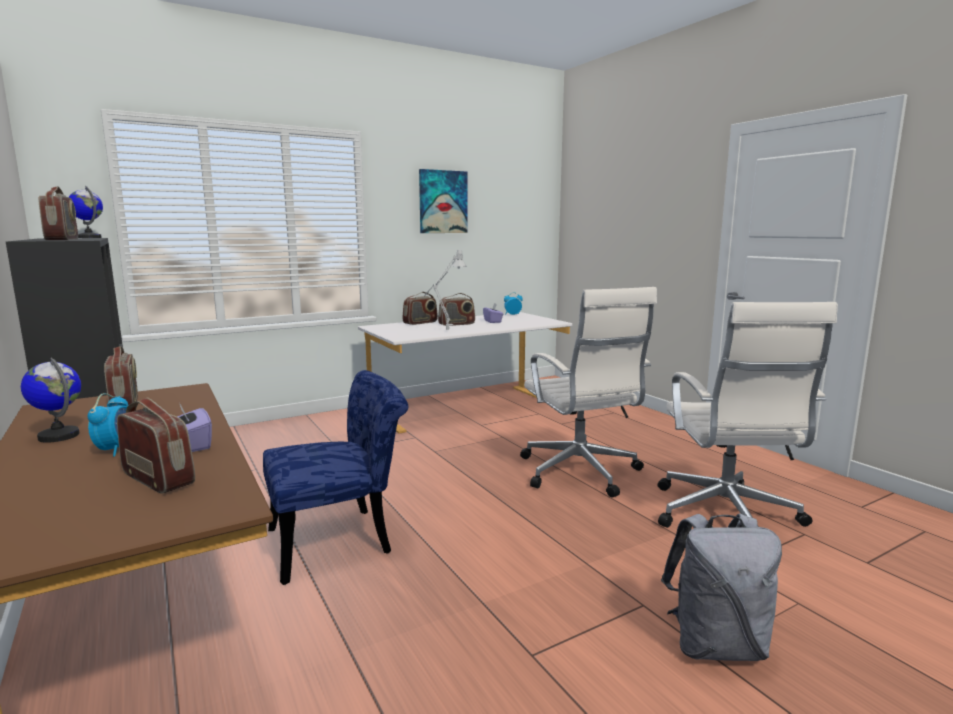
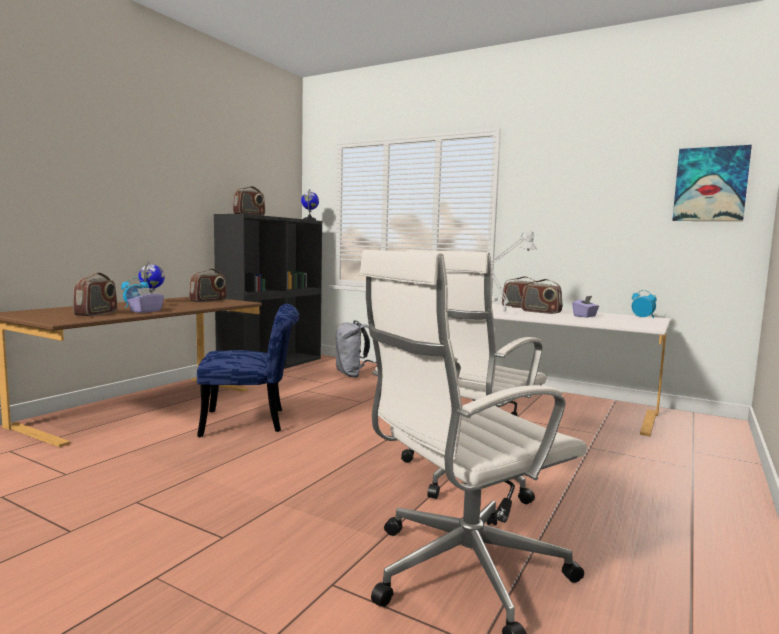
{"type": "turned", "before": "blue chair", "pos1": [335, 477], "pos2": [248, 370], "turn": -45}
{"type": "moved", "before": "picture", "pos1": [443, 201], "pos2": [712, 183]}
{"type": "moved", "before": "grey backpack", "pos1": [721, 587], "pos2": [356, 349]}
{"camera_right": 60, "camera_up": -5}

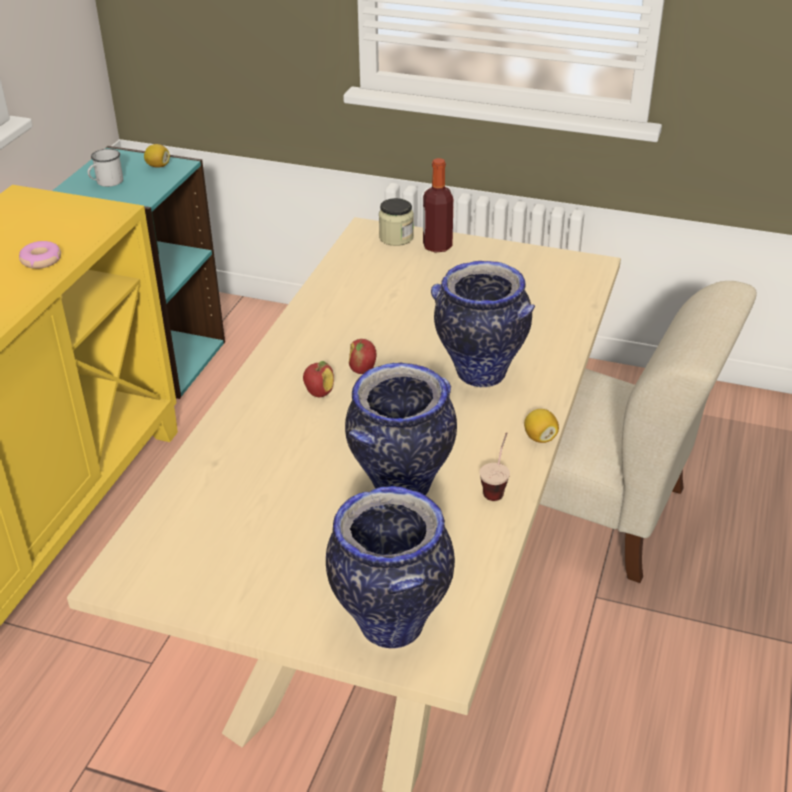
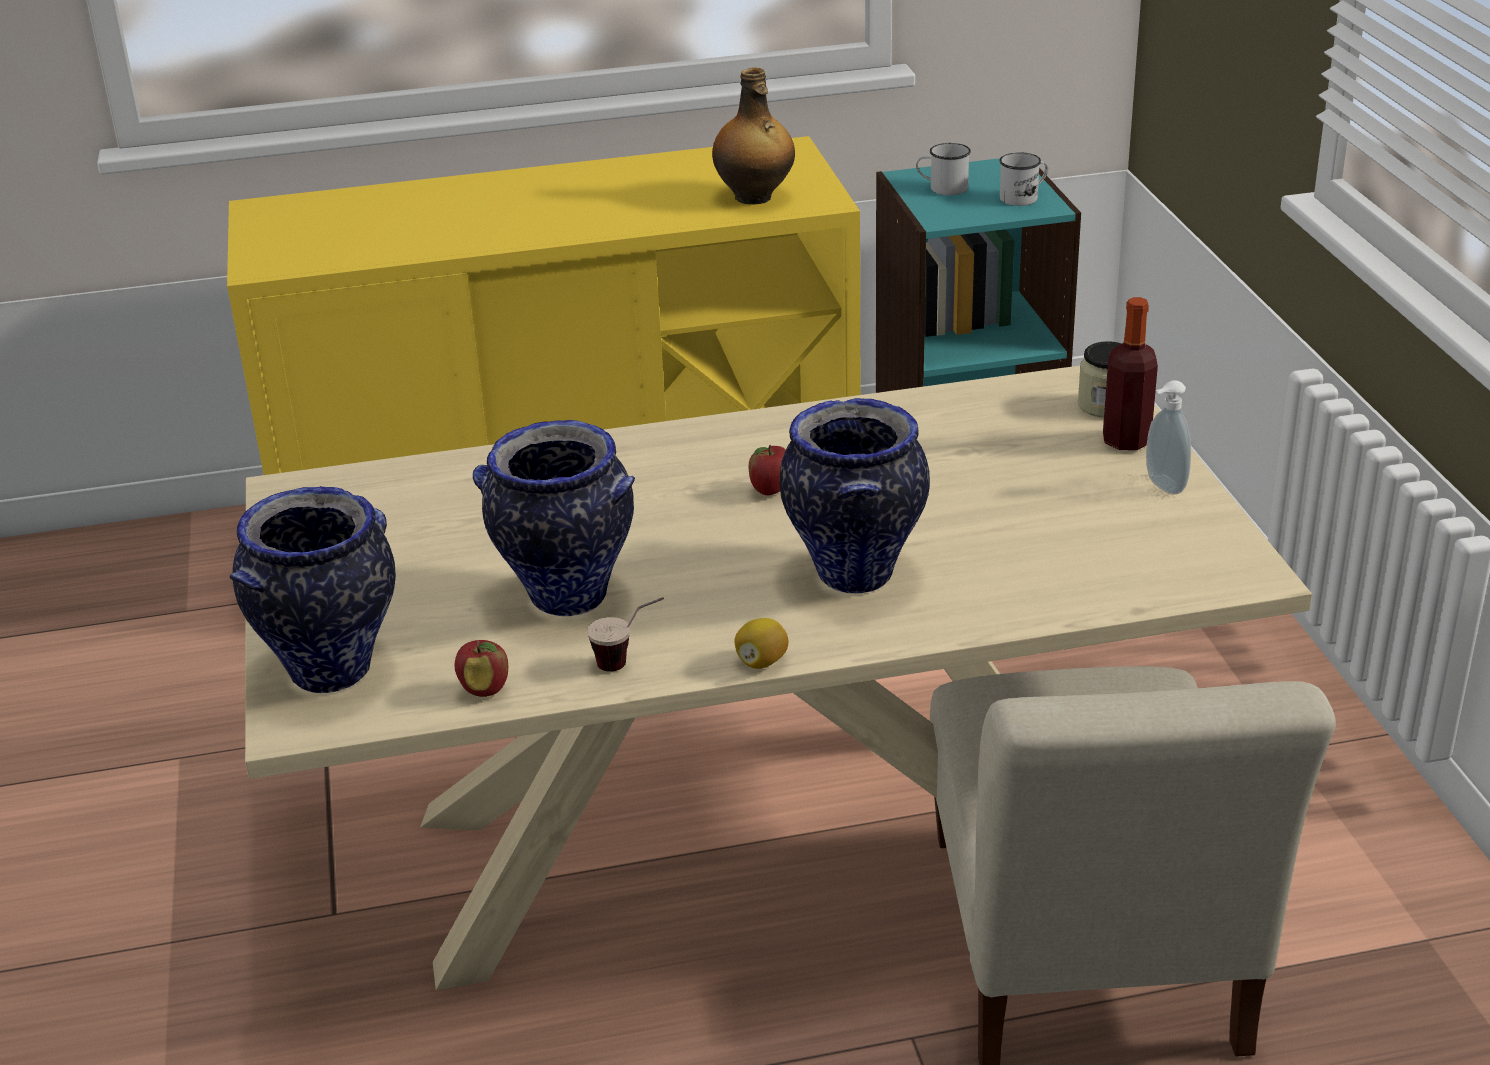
{"type": "removed", "before": "donut", "pos1": [40, 255]}
{"type": "replaced", "before": "lemon", "after": "white mug", "pos1": [157, 156], "pos2": [1023, 179]}
{"type": "moved", "before": "apple", "pos1": [318, 379], "pos2": [481, 668]}
{"type": "added", "after": "bottle", "pos2": [753, 136]}
{"type": "added", "after": "soap dispenser", "pos2": [1168, 437]}
{"camera_right": 60, "camera_up": -5}

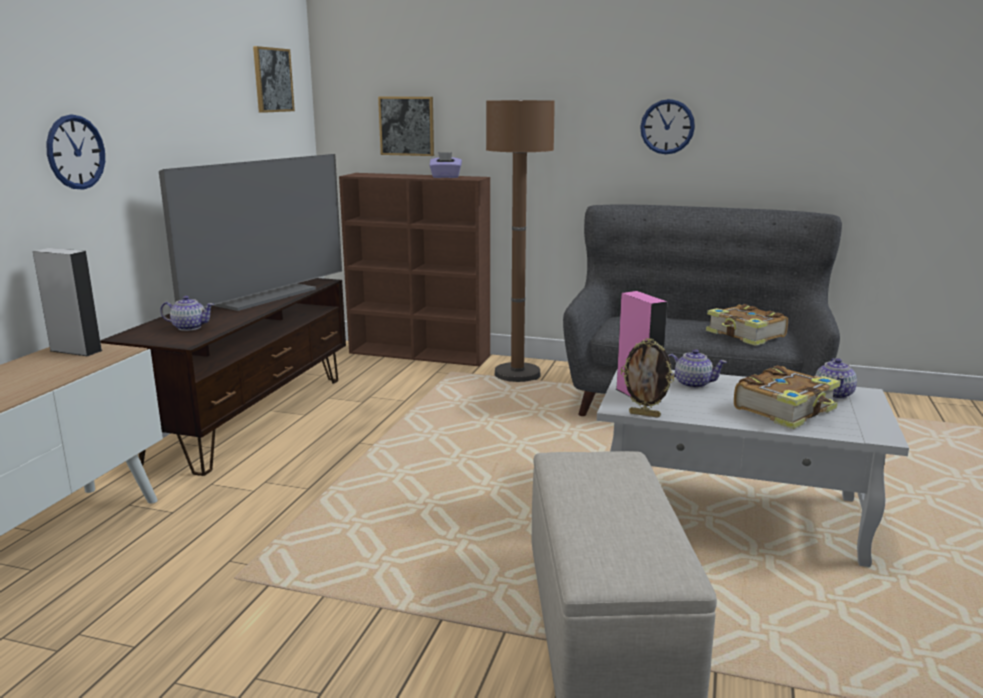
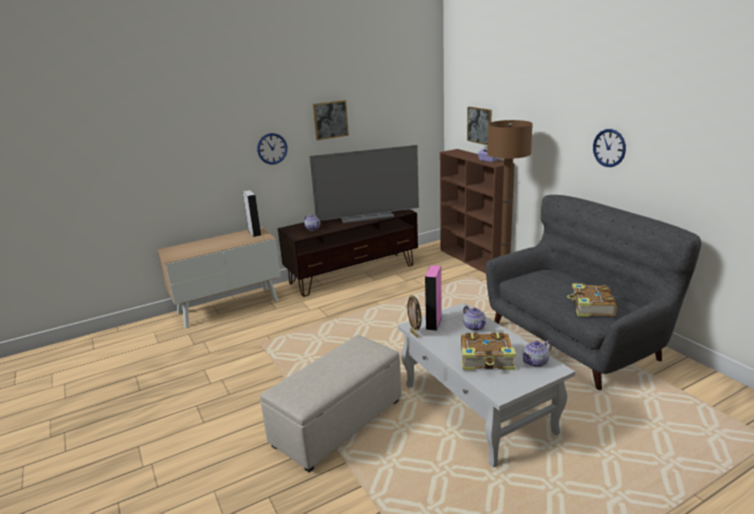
{"type": "moved", "before": "picture", "pos1": [274, 79], "pos2": [331, 120]}
{"camera_right": 45, "camera_up": 5}

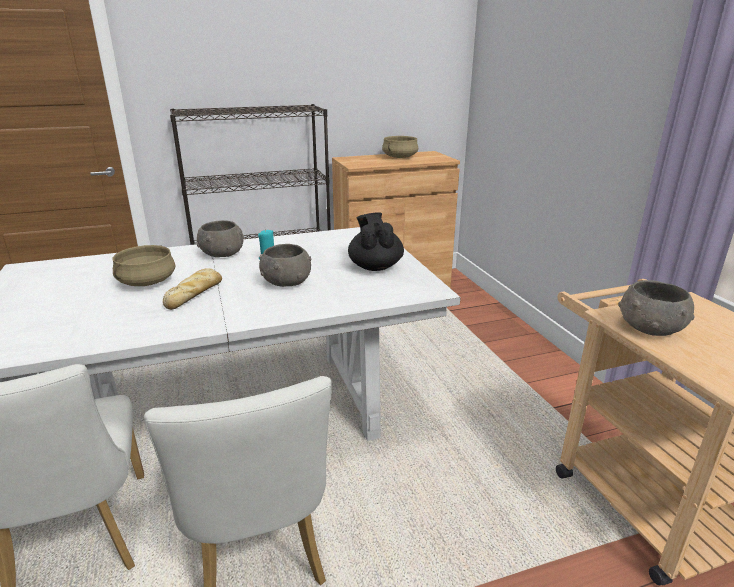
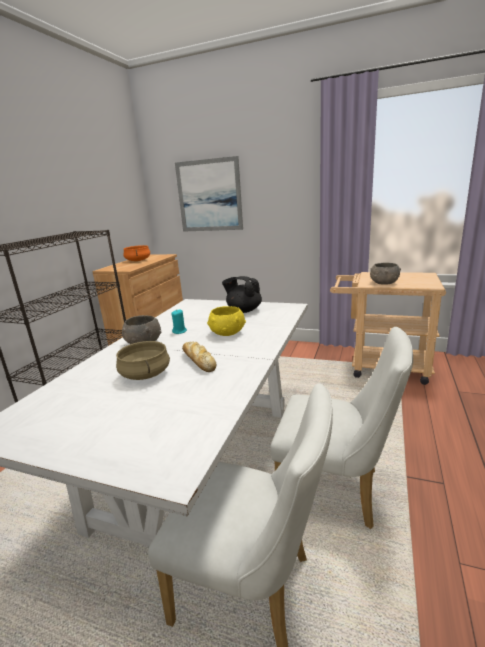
{"type": "recoloured", "before": "grey bowl", "after": "yellow bowl", "pos1": [285, 265], "pos2": [226, 321]}
{"type": "recoloured", "before": "beige cooking pot", "after": "orange cooking pot", "pos1": [400, 147], "pos2": [136, 253]}
{"type": "added", "after": "picture", "pos2": [209, 194]}
{"camera_right": -50, "camera_up": -5}

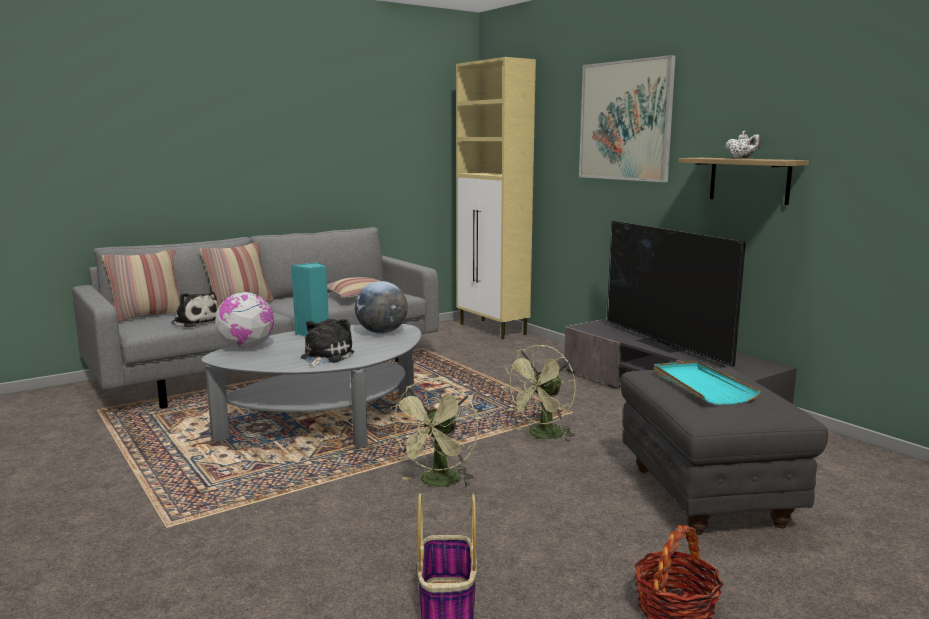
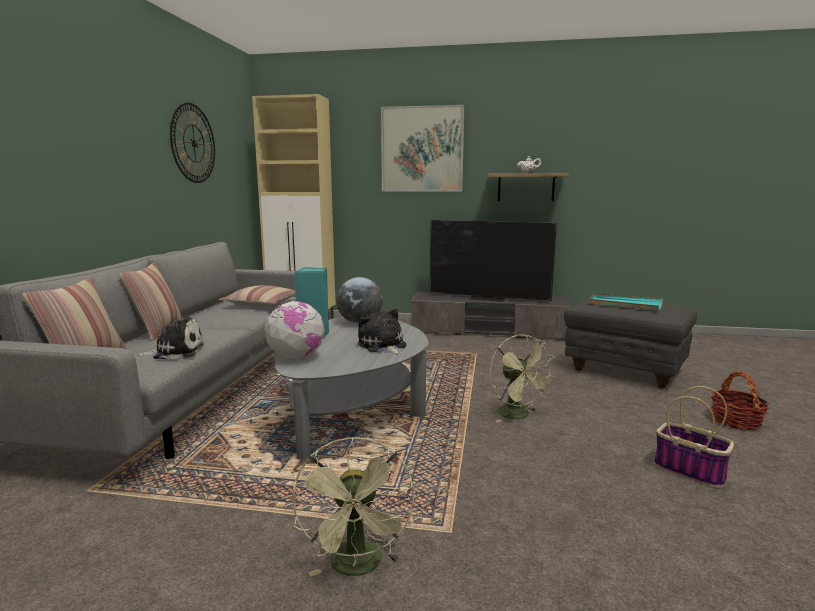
{"type": "moved", "before": "green fan", "pos1": [539, 393], "pos2": [353, 507]}
{"type": "added", "after": "wall clock", "pos2": [192, 142]}
{"camera_right": -45, "camera_up": 0}

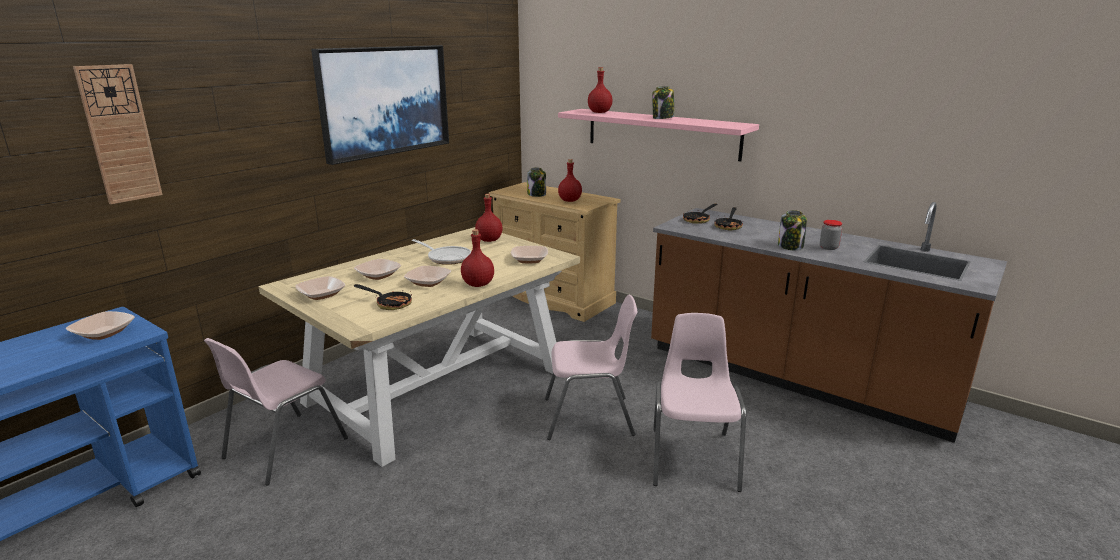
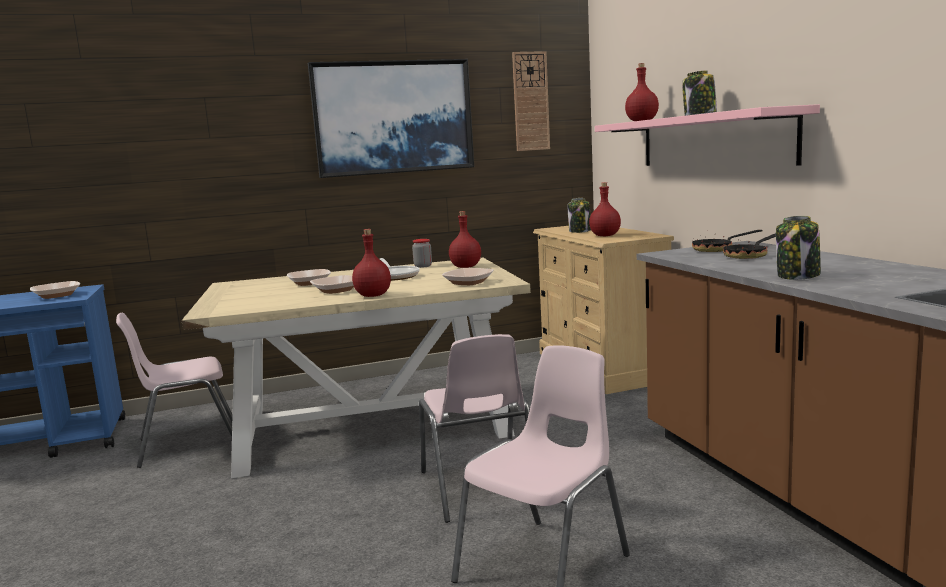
{"type": "moved", "before": "wall clock", "pos1": [117, 134], "pos2": [531, 101]}
{"type": "removed", "before": "bowl", "pos1": [320, 288]}
{"type": "removed", "before": "frying pan", "pos1": [383, 297]}
{"type": "turned", "before": "pink chair", "pos1": [591, 367], "pos2": [478, 428], "turn": 45}
{"type": "moved", "before": "jar", "pos1": [831, 235], "pos2": [422, 253]}
{"camera_right": 35, "camera_up": -10}

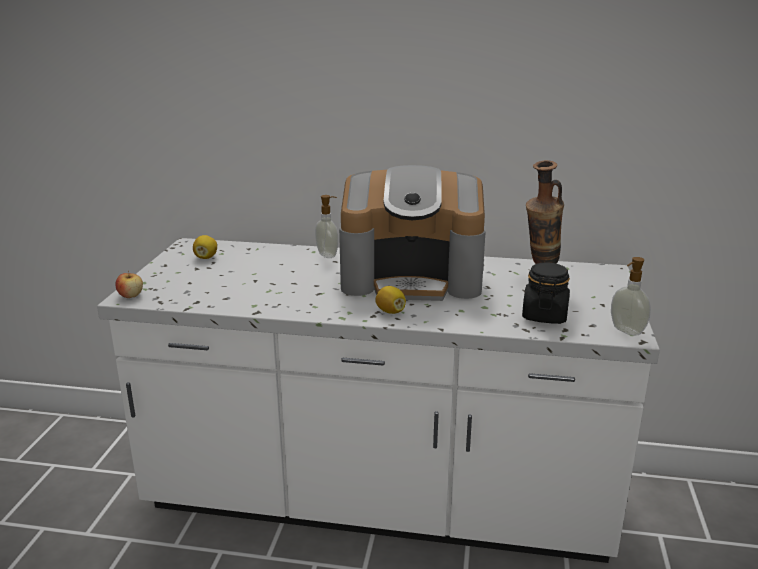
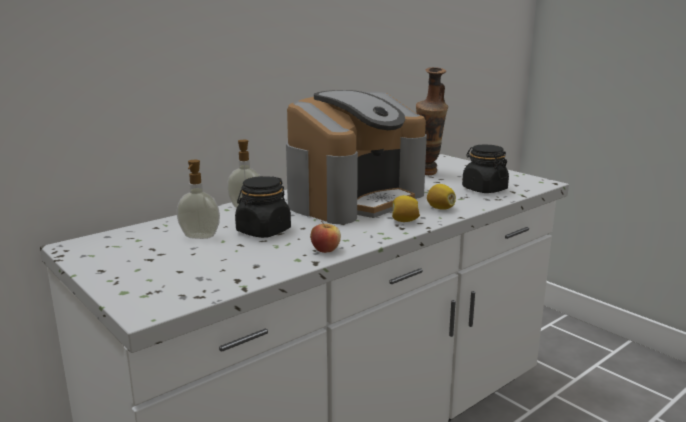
{"type": "moved", "before": "apple", "pos1": [129, 284], "pos2": [325, 237]}
{"type": "moved", "before": "lemon", "pos1": [205, 247], "pos2": [441, 197]}
{"type": "moved", "before": "soap dispenser", "pos1": [631, 296], "pos2": [198, 199]}
{"type": "added", "after": "black jar", "pos2": [263, 207]}
{"camera_right": -50, "camera_up": -5}

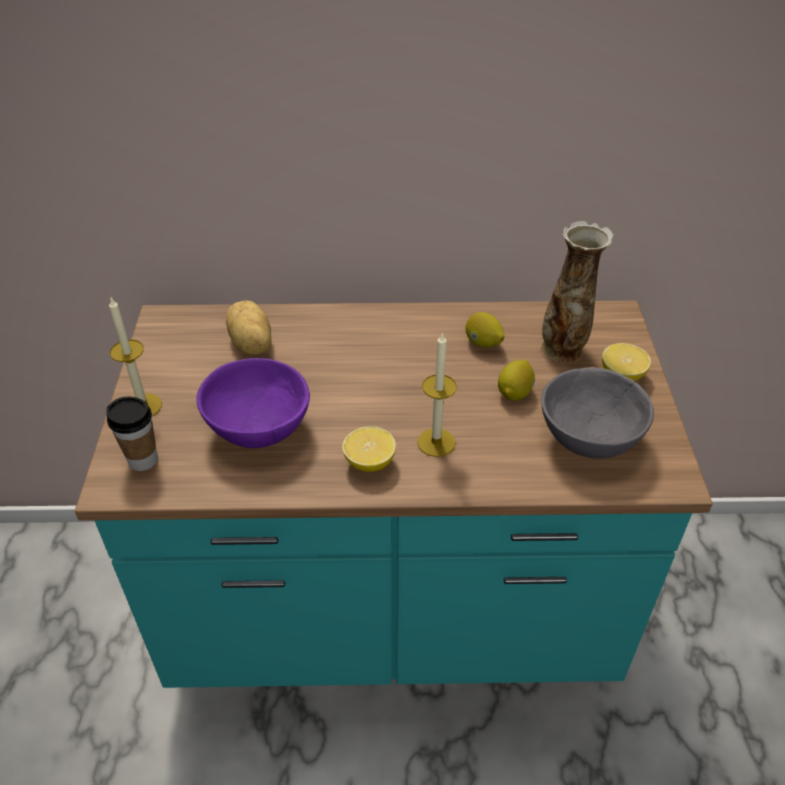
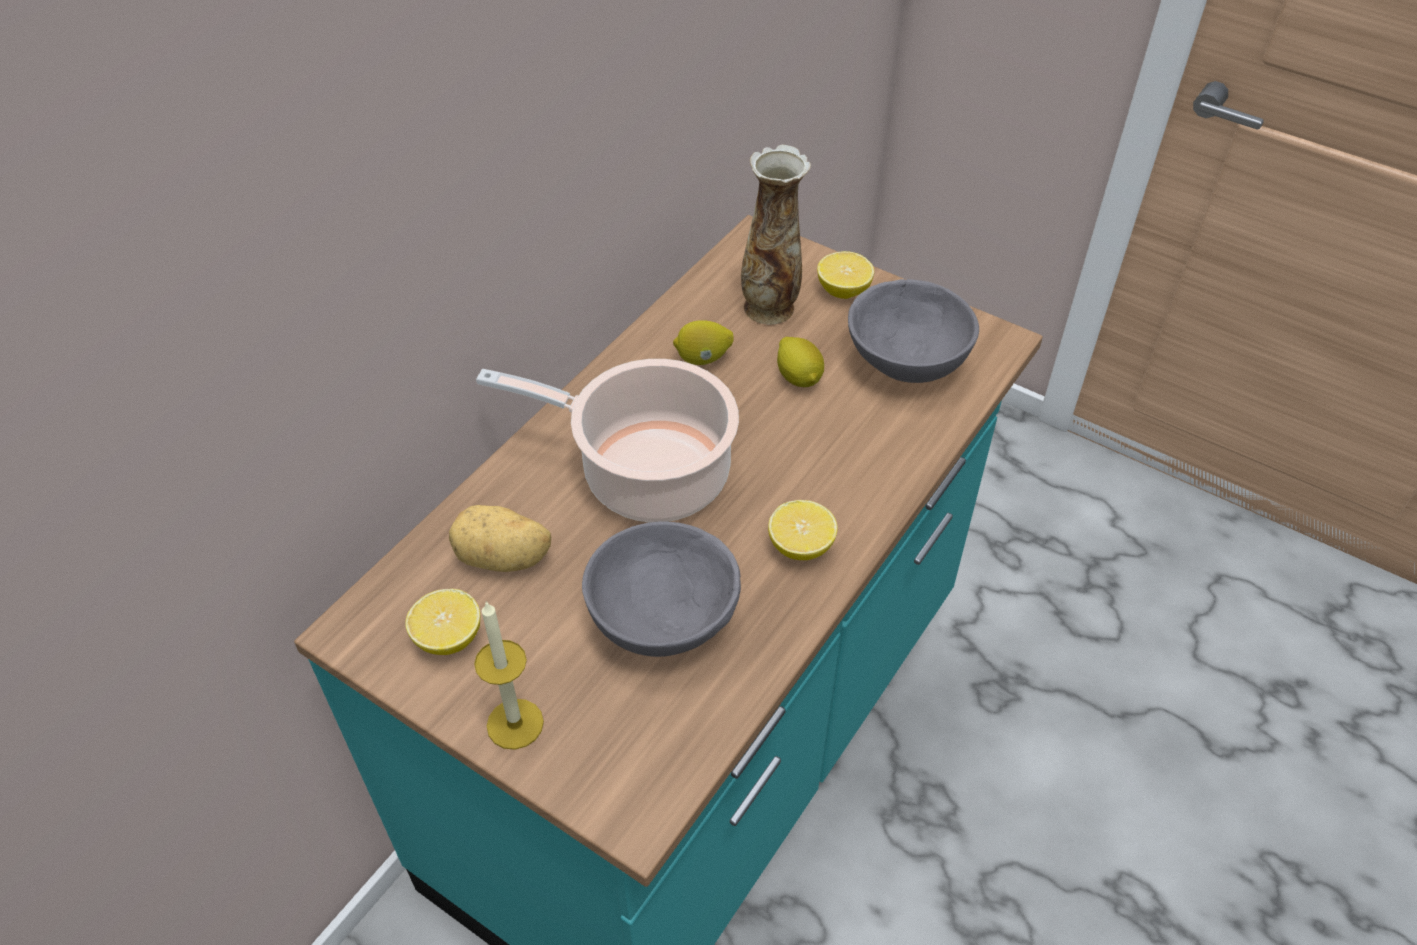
{"type": "removed", "before": "cup", "pos1": [132, 434]}
{"type": "recoloured", "before": "purple bowl", "after": "grey bowl", "pos1": [253, 403], "pos2": [661, 589]}
{"type": "removed", "before": "candle", "pos1": [437, 394]}
{"type": "added", "after": "lemon", "pos2": [442, 622]}
{"type": "added", "after": "cooking pot", "pos2": [607, 440]}
{"camera_right": -55, "camera_up": 5}

